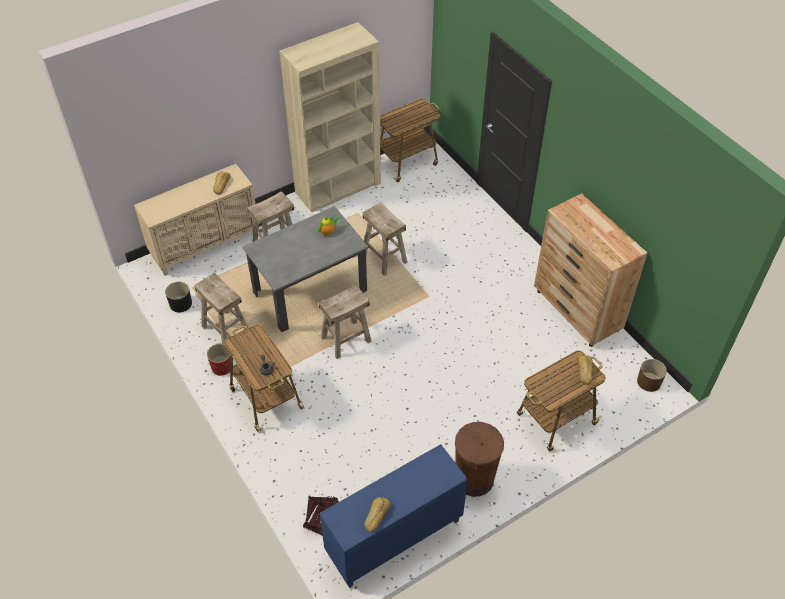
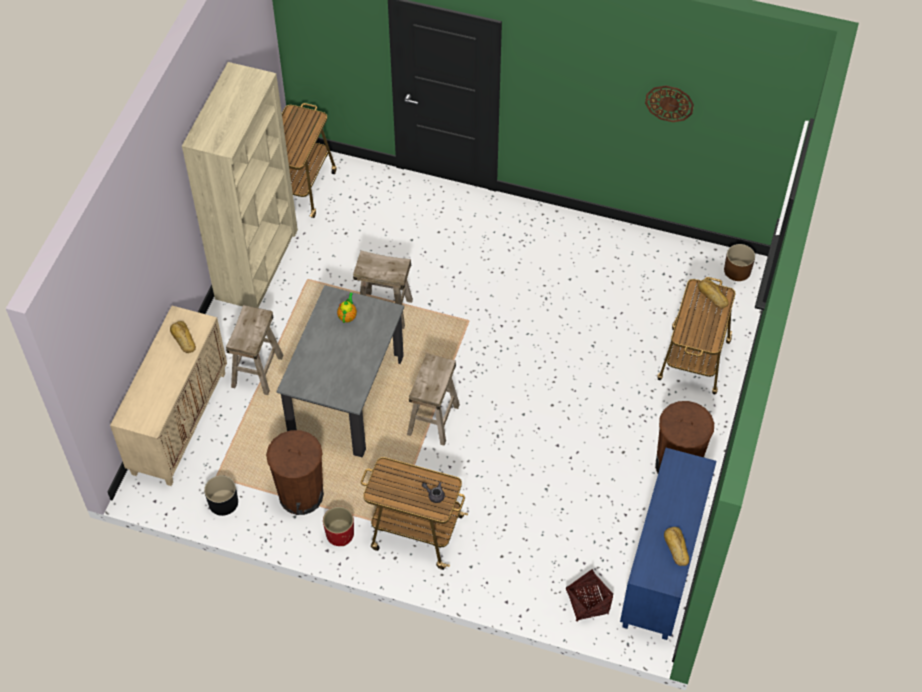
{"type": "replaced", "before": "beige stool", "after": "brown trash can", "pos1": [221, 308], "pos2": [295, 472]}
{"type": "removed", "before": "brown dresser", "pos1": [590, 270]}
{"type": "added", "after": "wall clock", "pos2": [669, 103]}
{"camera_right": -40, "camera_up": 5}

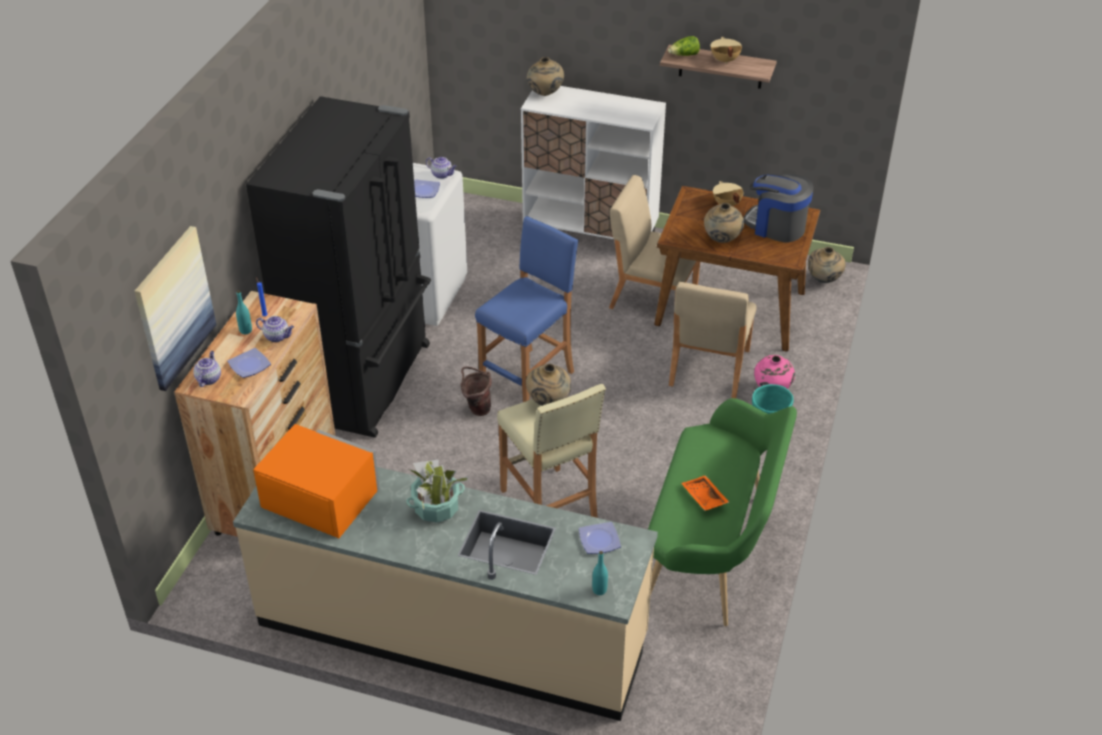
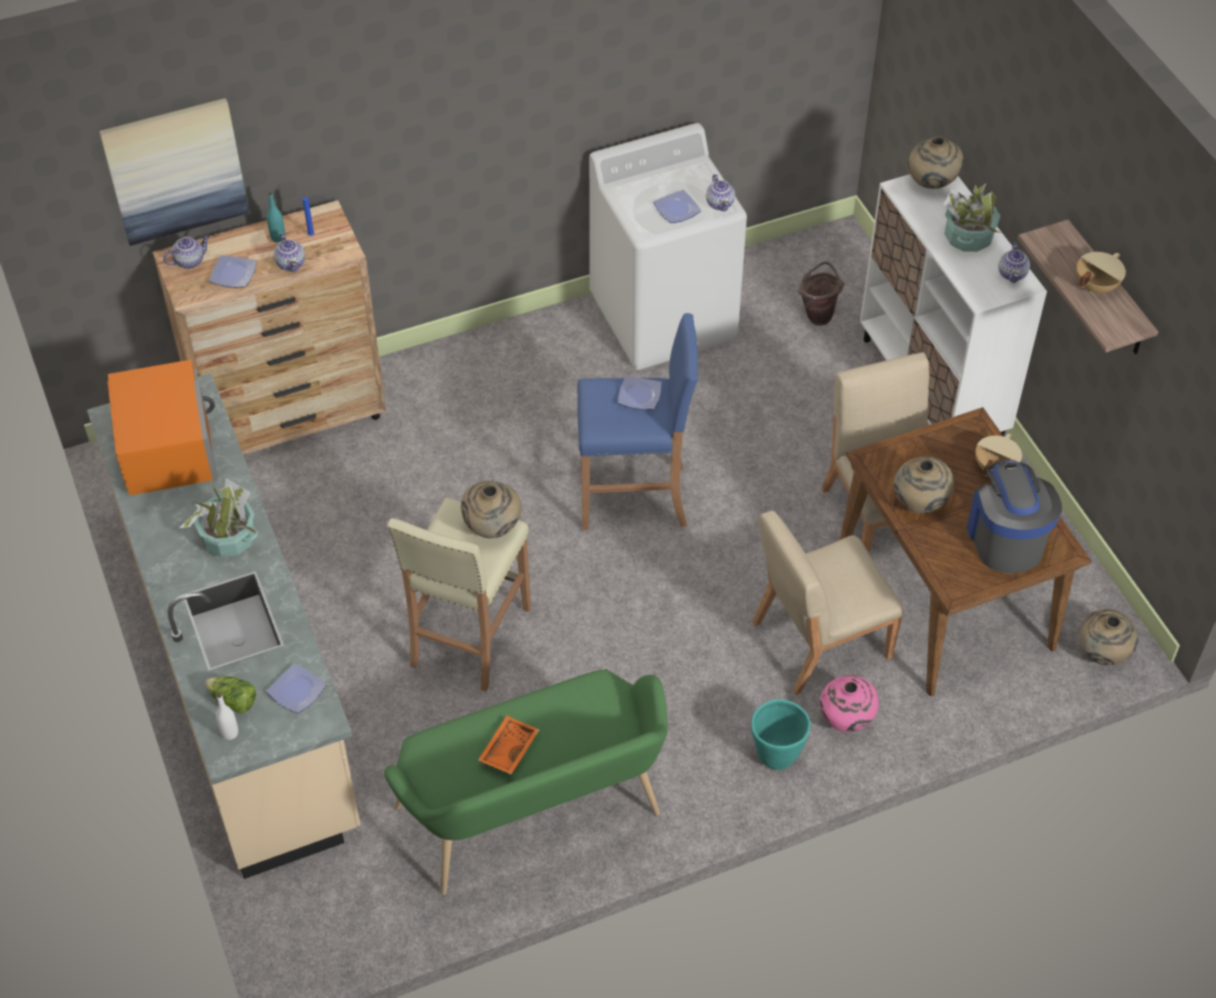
{"type": "removed", "before": "black fridge", "pos1": [338, 267]}
{"type": "moved", "before": "brown bucket", "pos1": [476, 391], "pos2": [821, 294]}
{"type": "recoloured", "before": "turquoise bottle", "after": "white bottle", "pos1": [600, 573], "pos2": [227, 716]}
{"type": "moved", "before": "lettuce", "pos1": [684, 46], "pos2": [230, 695]}
{"type": "added", "after": "plate", "pos2": [640, 393]}
{"type": "added", "after": "potted plant", "pos2": [972, 218]}
{"type": "added", "after": "teapot", "pos2": [1014, 263]}
{"camera_right": 50, "camera_up": 10}

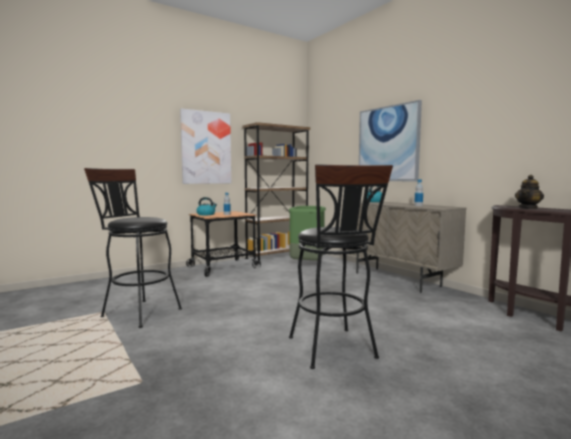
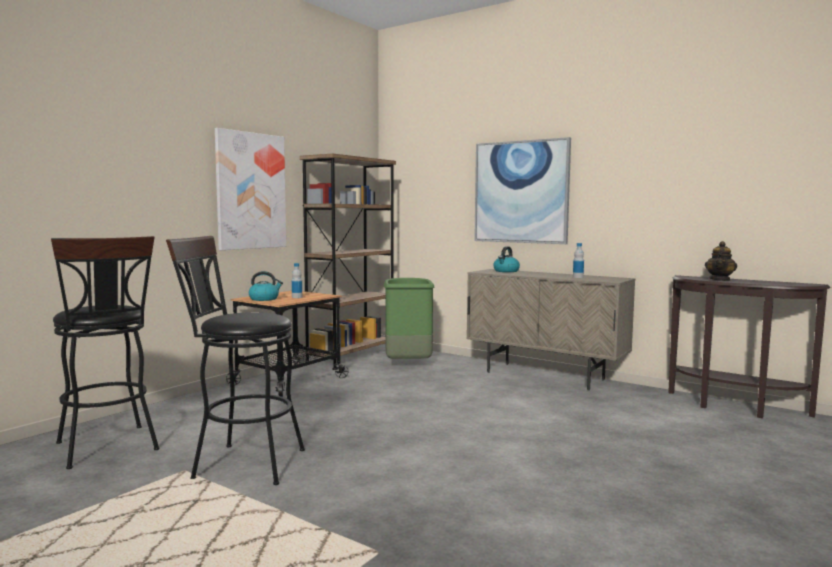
{"type": "moved", "before": "black stool", "pos1": [341, 266], "pos2": [105, 352]}
{"camera_right": -20, "camera_up": 0}

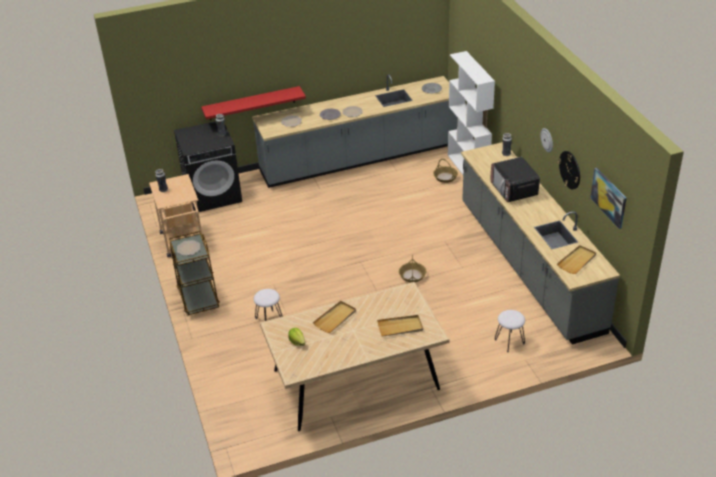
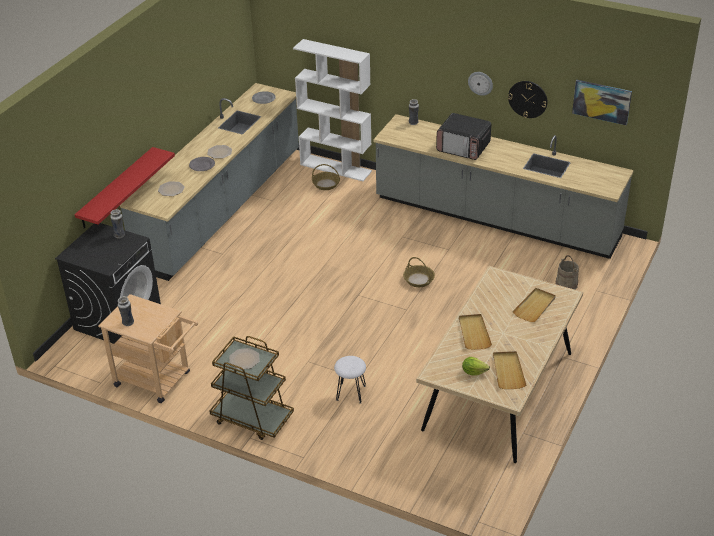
{"type": "replaced", "before": "white stool", "after": "beige bucket", "pos1": [510, 331], "pos2": [567, 272]}
{"type": "moved", "before": "beige tray", "pos1": [576, 259], "pos2": [509, 370]}
{"camera_right": -45, "camera_up": 0}

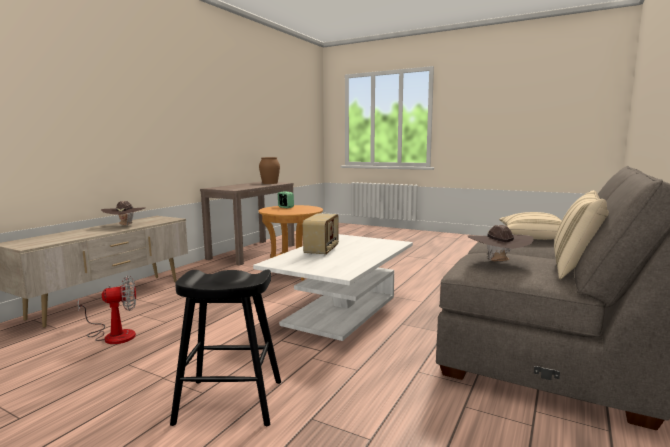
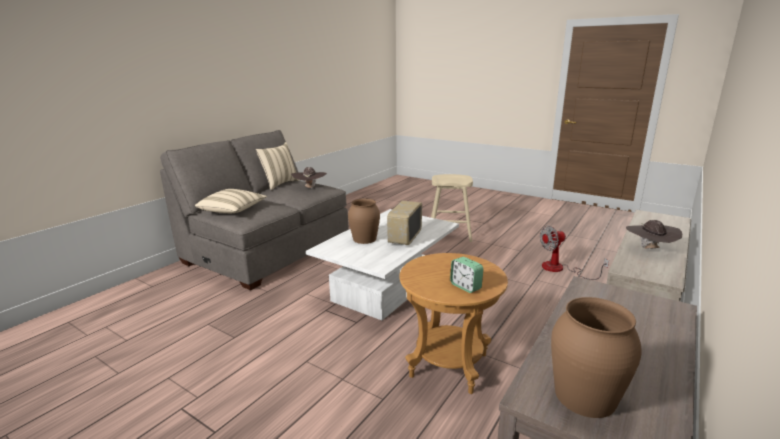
{"type": "recoloured", "before": "black stool", "after": "beige stool", "pos1": [225, 348], "pos2": [452, 208]}
{"type": "added", "after": "brown vase", "pos2": [364, 221]}
{"camera_right": -175, "camera_up": 10}

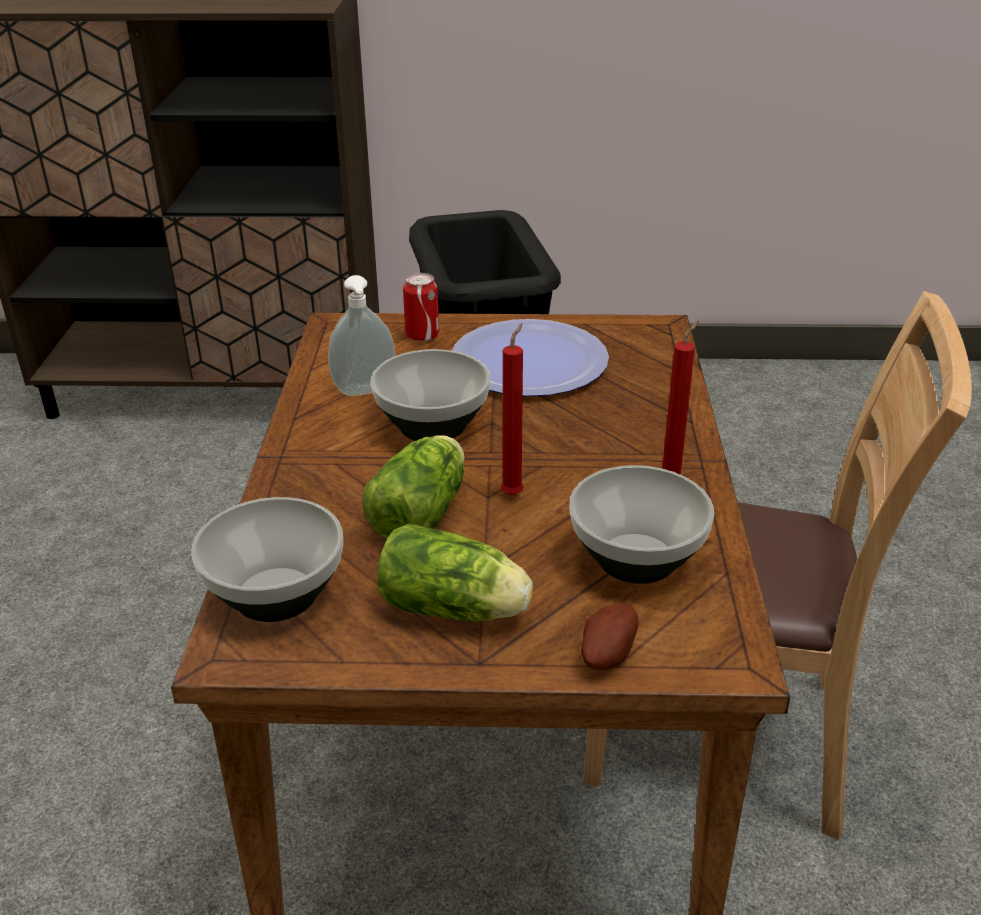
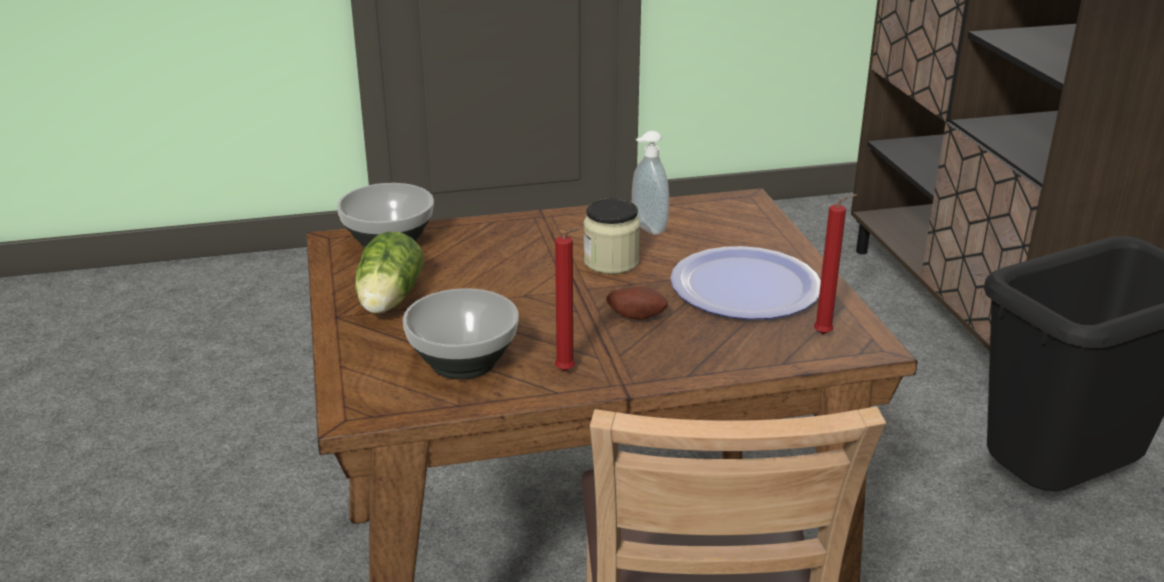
{"type": "removed", "before": "lettuce", "pos1": [413, 487]}
{"type": "replaced", "before": "bowl", "after": "jar", "pos1": [431, 395], "pos2": [611, 236]}
{"type": "removed", "before": "can", "pos1": [421, 307]}
{"type": "moved", "before": "red candle", "pos1": [512, 409], "pos2": [835, 264]}
{"type": "moved", "before": "potato", "pos1": [609, 636], "pos2": [637, 303]}
{"camera_right": 75, "camera_up": -5}

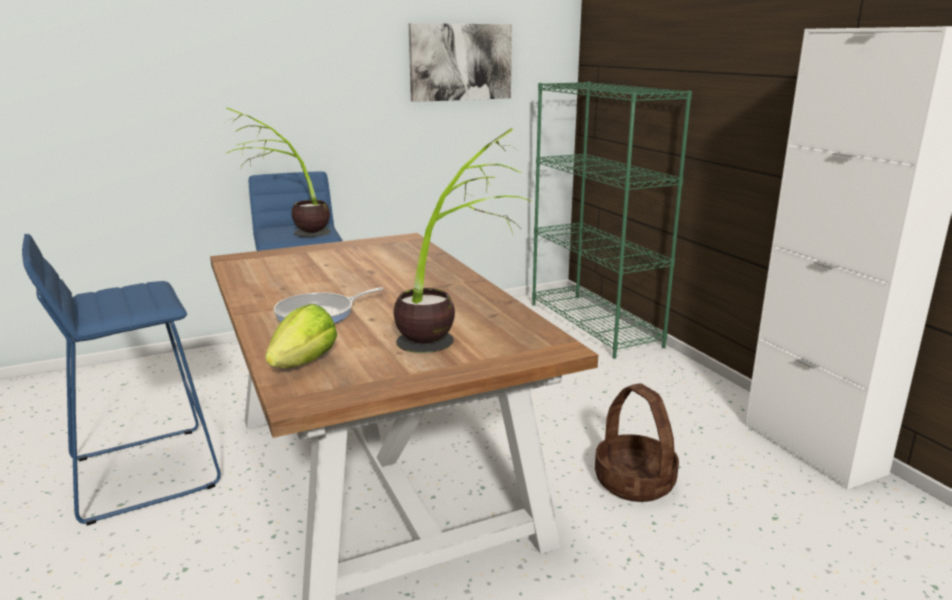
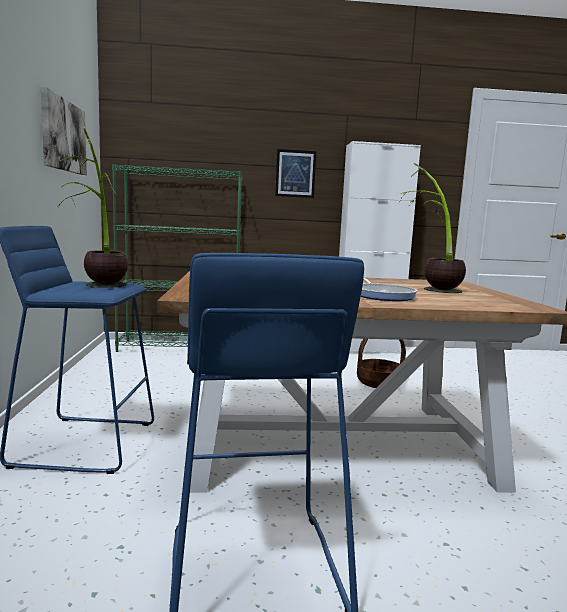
{"type": "removed", "before": "lettuce", "pos1": [301, 336]}
{"type": "added", "after": "picture", "pos2": [295, 173]}
{"camera_right": -70, "camera_up": -10}

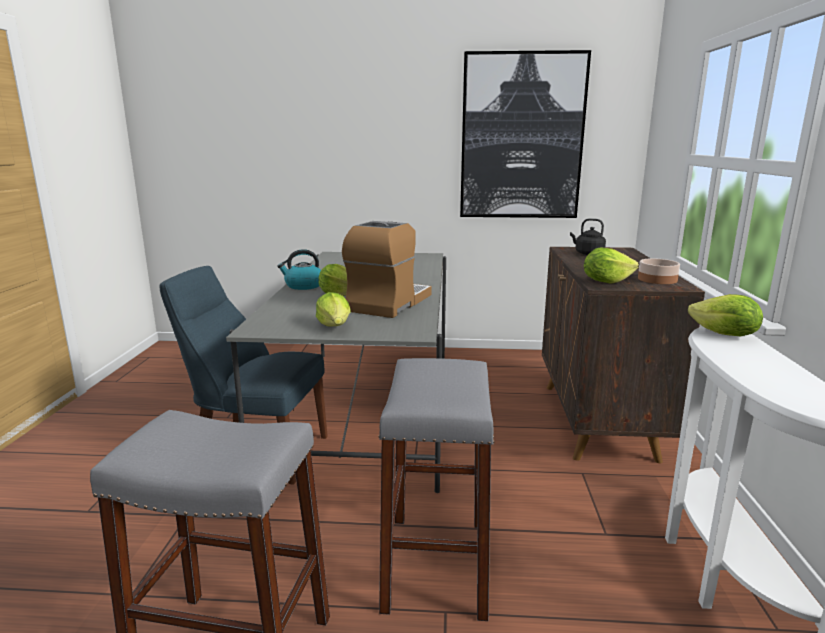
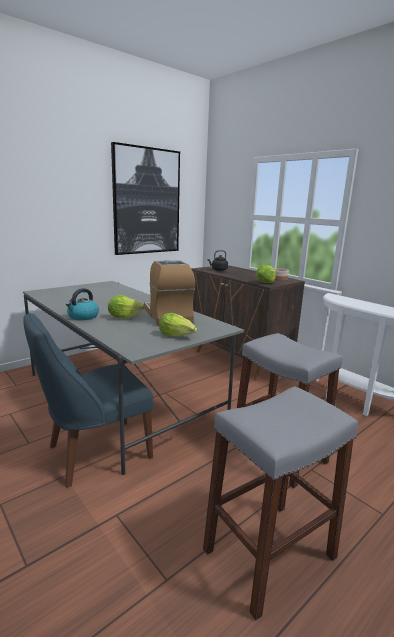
{"type": "removed", "before": "lettuce", "pos1": [725, 315]}
{"camera_right": -45, "camera_up": 0}

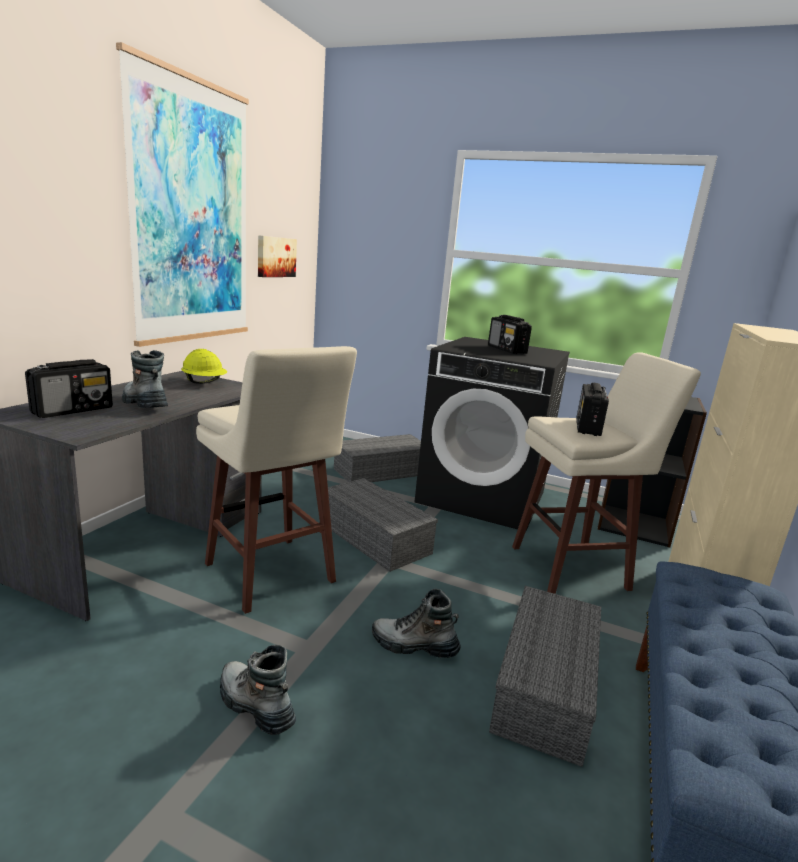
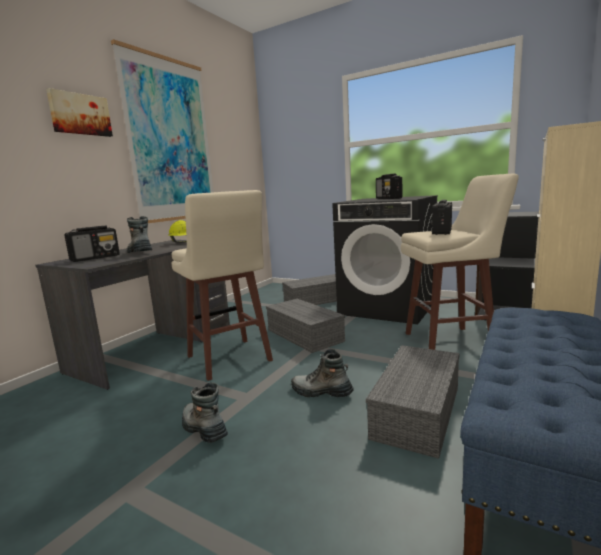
{"type": "moved", "before": "picture", "pos1": [277, 256], "pos2": [79, 112]}
{"camera_right": 10, "camera_up": -5}

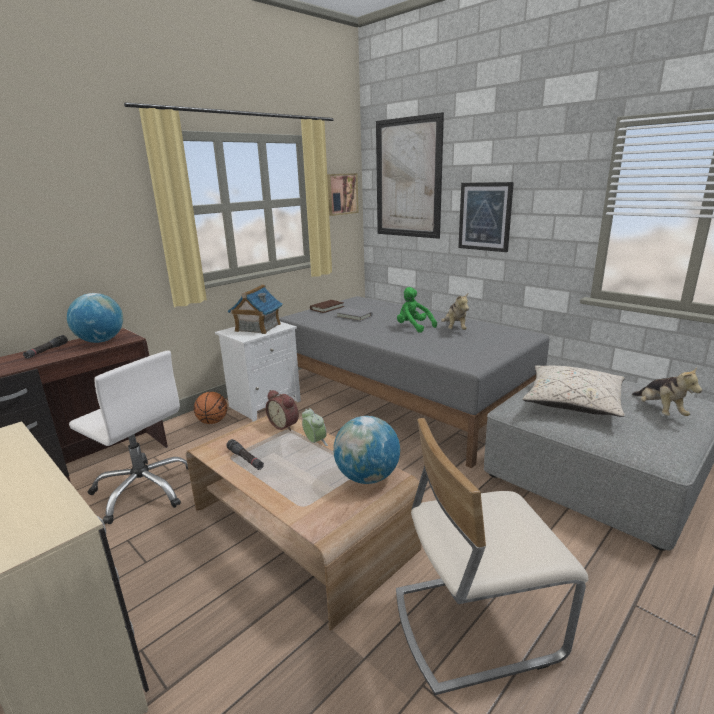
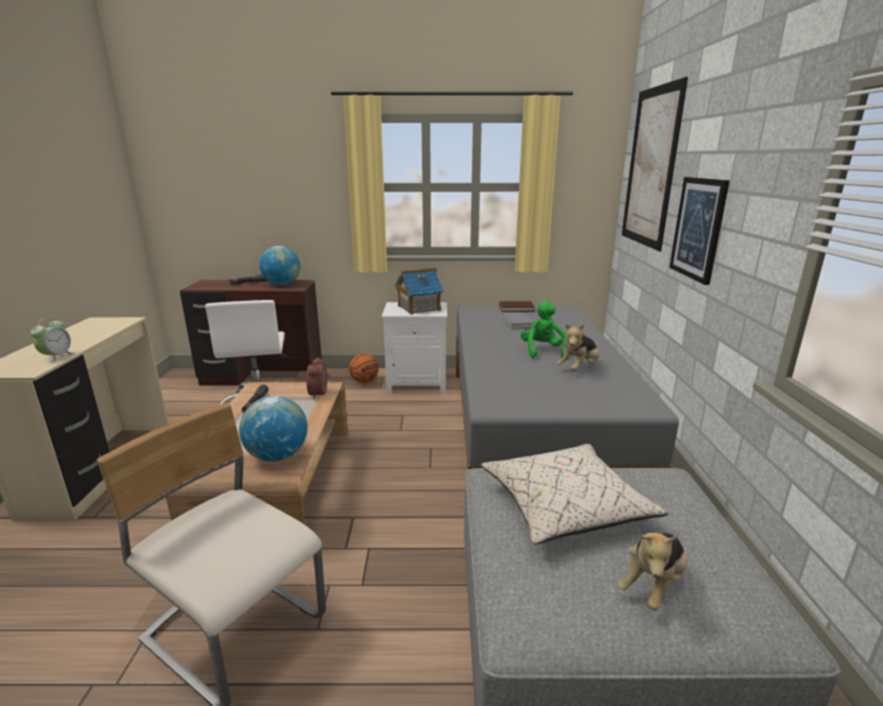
{"type": "moved", "before": "alarm clock", "pos1": [315, 427], "pos2": [52, 340]}
{"type": "removed", "before": "picture", "pos1": [343, 194]}
{"camera_right": 45, "camera_up": 0}

